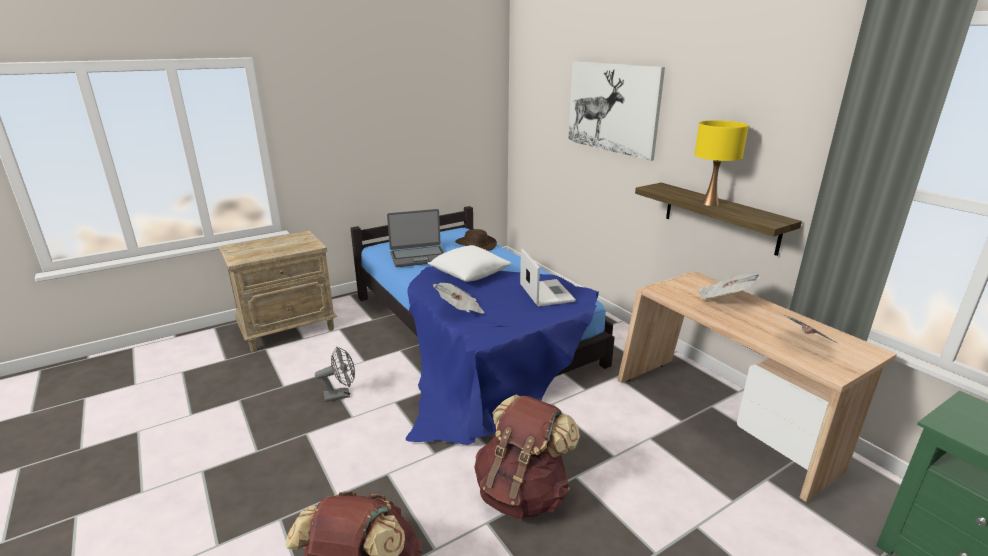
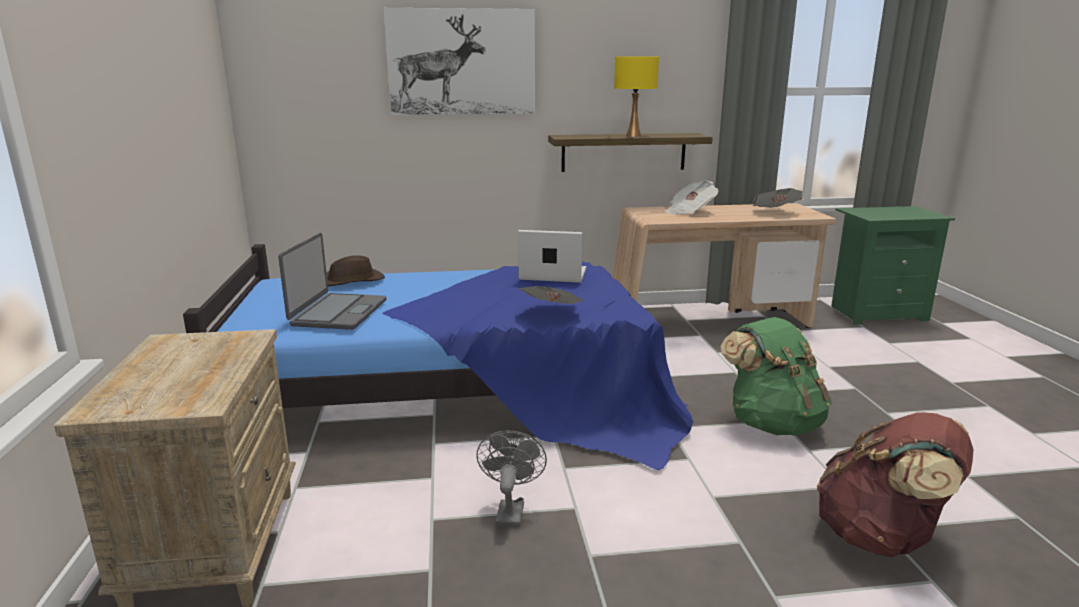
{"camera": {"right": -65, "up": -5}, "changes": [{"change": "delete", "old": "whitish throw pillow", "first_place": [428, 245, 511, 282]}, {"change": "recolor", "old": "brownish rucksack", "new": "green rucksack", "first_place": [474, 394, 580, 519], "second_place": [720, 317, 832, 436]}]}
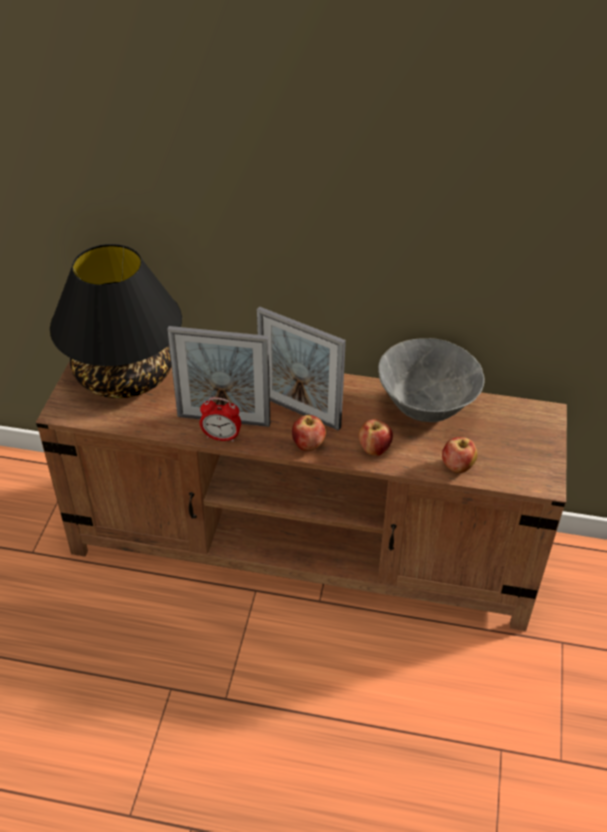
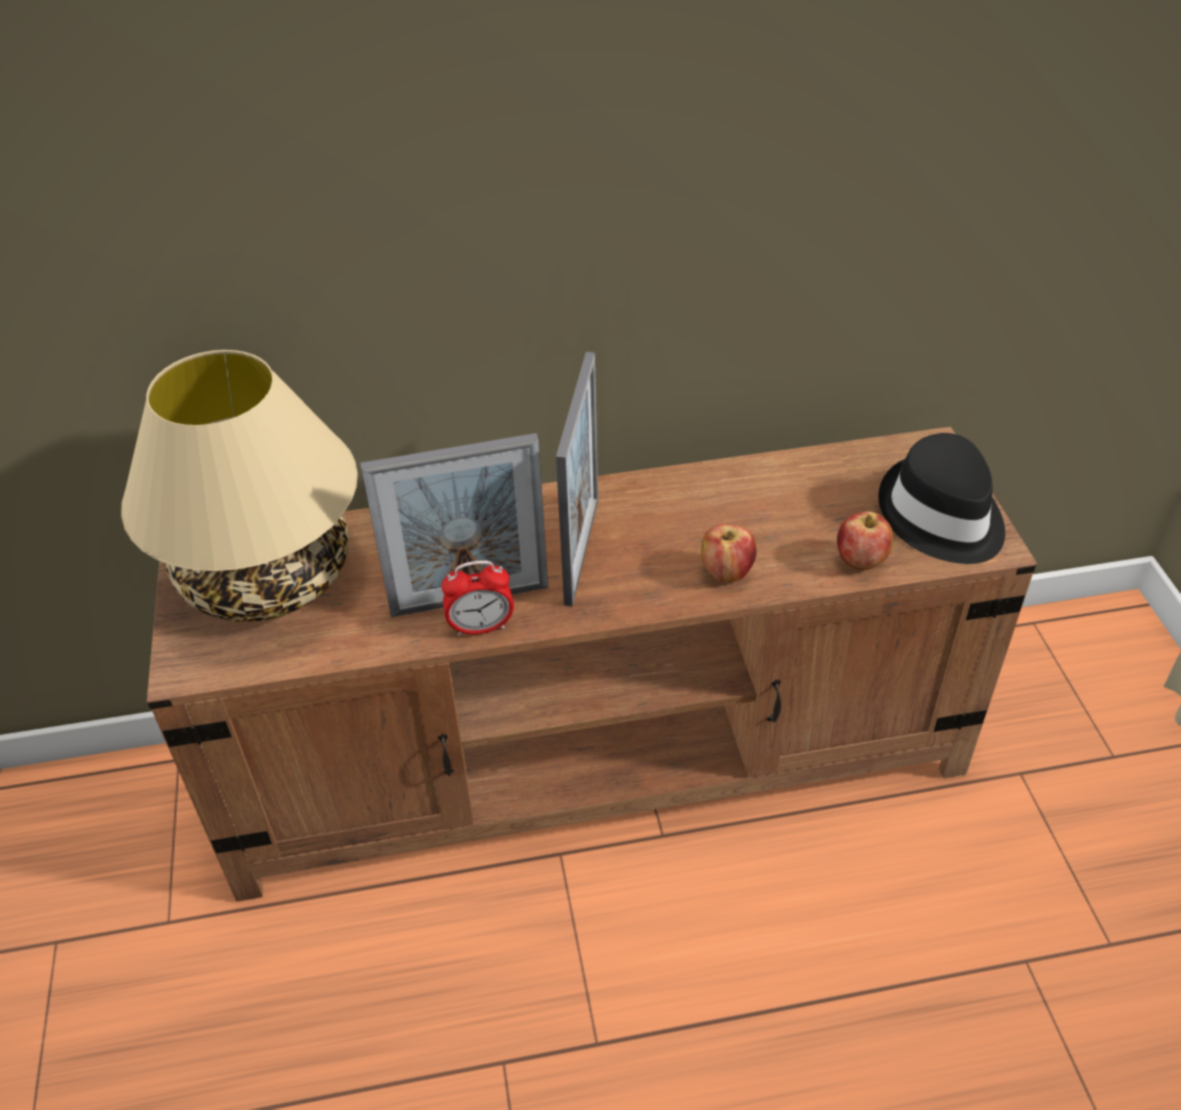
{"camera": {"right": -20, "up": 0}, "changes": [{"change": "recolor", "old": "black lamp for a table", "new": "sand-coloured lamp for a table", "first_place": [50, 244, 182, 398], "second_place": [121, 350, 358, 622]}, {"change": "rotate", "old": "photo frame", "first_place": [257, 307, 346, 431], "second_place": [556, 352, 598, 607], "degrees": -90}, {"change": "delete", "old": "greyish serving bowl", "first_place": [378, 338, 484, 422]}, {"change": "delete", "old": "whole apple", "first_place": [292, 415, 326, 451]}, {"change": "insert", "new": "black hat", "second_place": [878, 433, 1005, 564]}]}
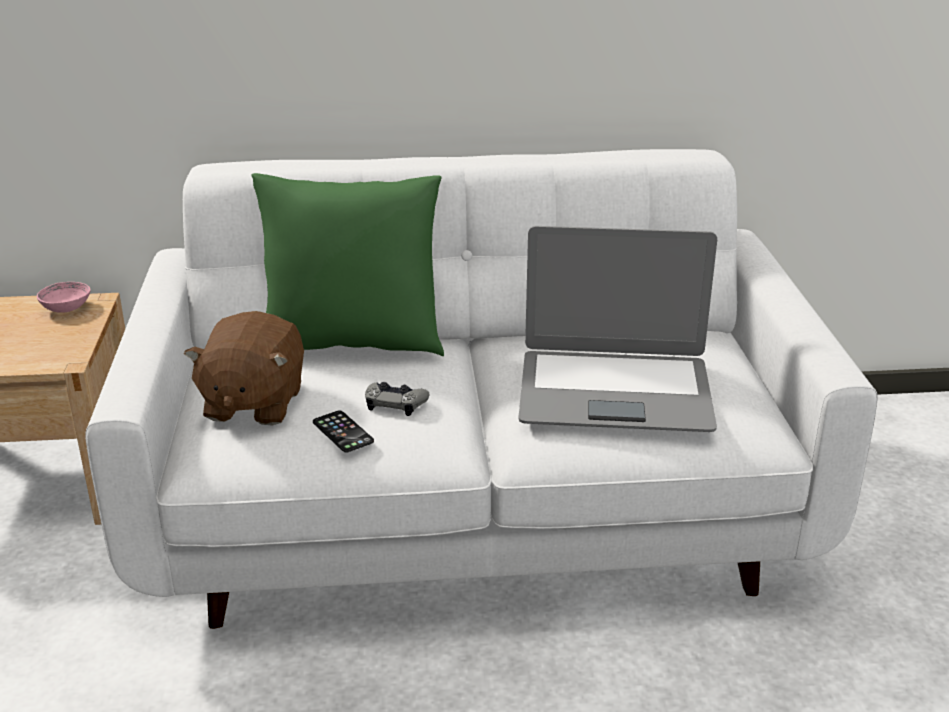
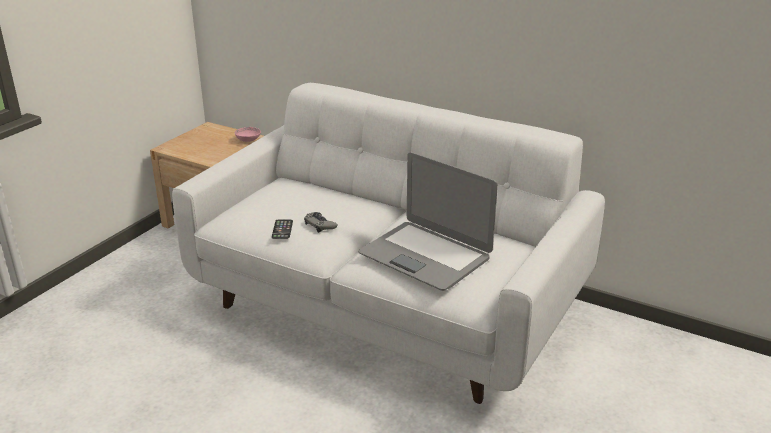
{"camera": {"right": 35, "up": 0}, "changes": [{"change": "delete", "old": "green throw pillow", "first_place": [251, 173, 444, 356]}, {"change": "delete", "old": "brownish plush toy", "first_place": [184, 311, 304, 425]}]}
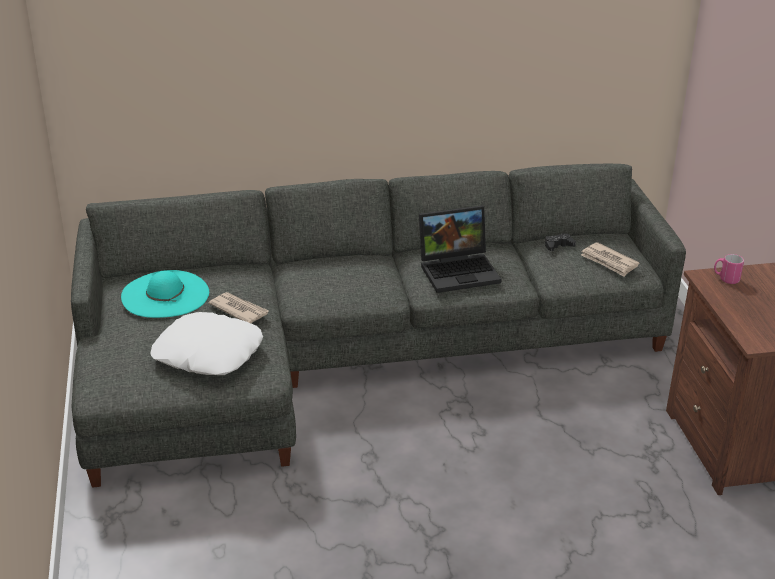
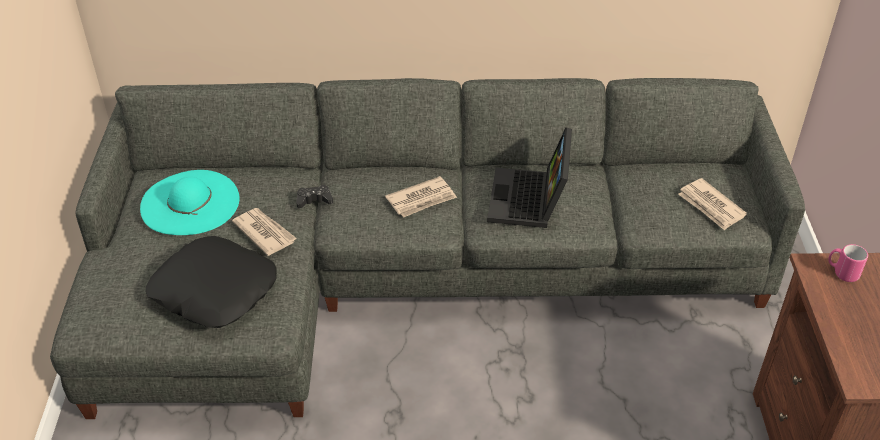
{"camera": {"right": 10, "up": 10}, "changes": [{"change": "rotate", "old": "notebook computer", "first_place": [419, 205, 502, 293], "second_place": [487, 127, 572, 228], "degrees": 105}, {"change": "move", "old": "black joypad", "first_place": [545, 233, 576, 251], "second_place": [296, 185, 333, 208]}, {"change": "recolor", "old": "whitish throw pillow", "new": "black throw pillow", "first_place": [150, 312, 263, 375], "second_place": [146, 236, 276, 328]}, {"change": "insert", "new": "daily paper", "second_place": [385, 176, 457, 217]}]}
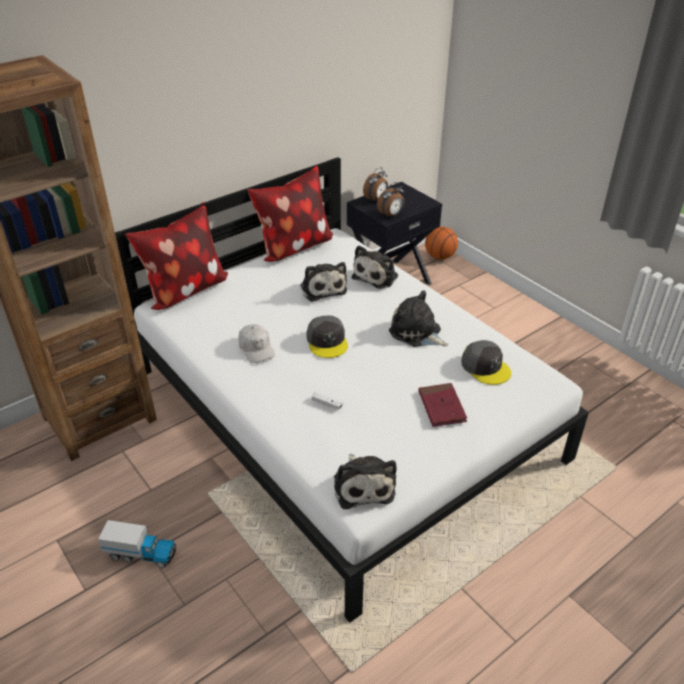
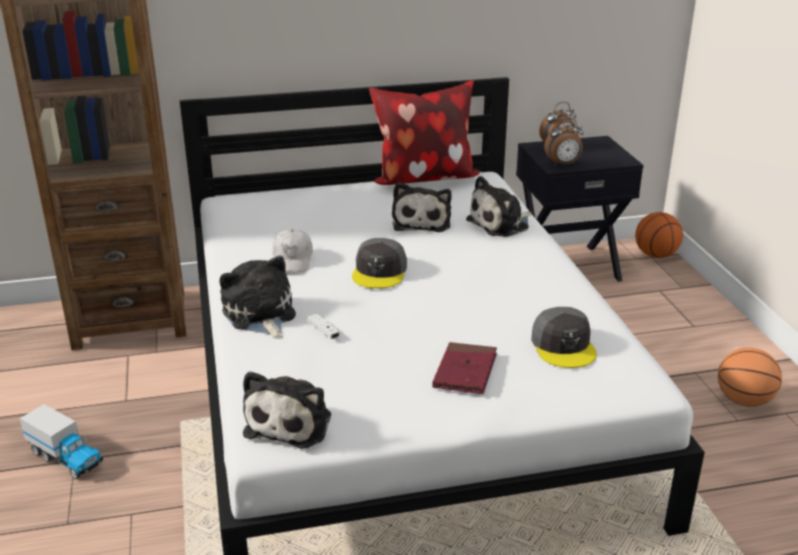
{"camera": {"right": 25, "up": -10}, "changes": [{"change": "delete", "old": "throw pillow", "first_place": [125, 202, 228, 310]}, {"change": "move", "old": "plush toy", "first_place": [389, 290, 448, 347], "second_place": [219, 255, 296, 339]}, {"change": "insert", "new": "basketball", "second_place": [718, 348, 782, 407]}]}
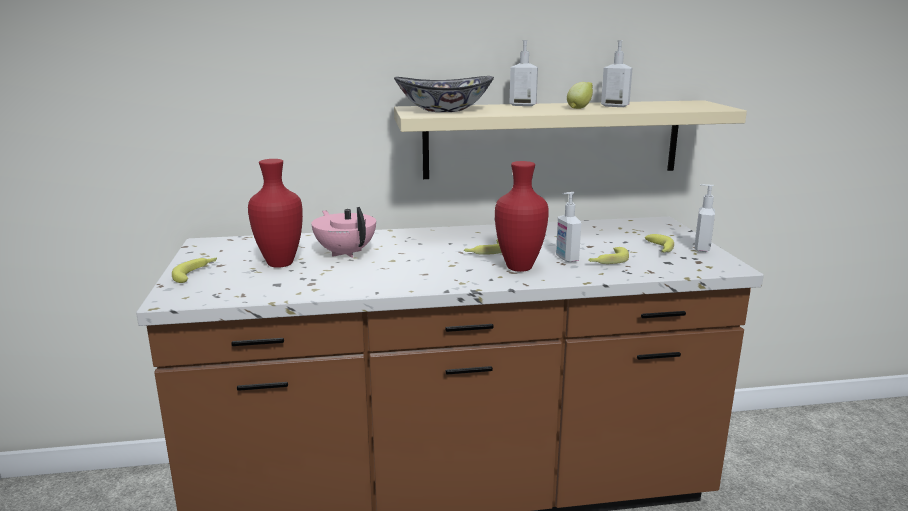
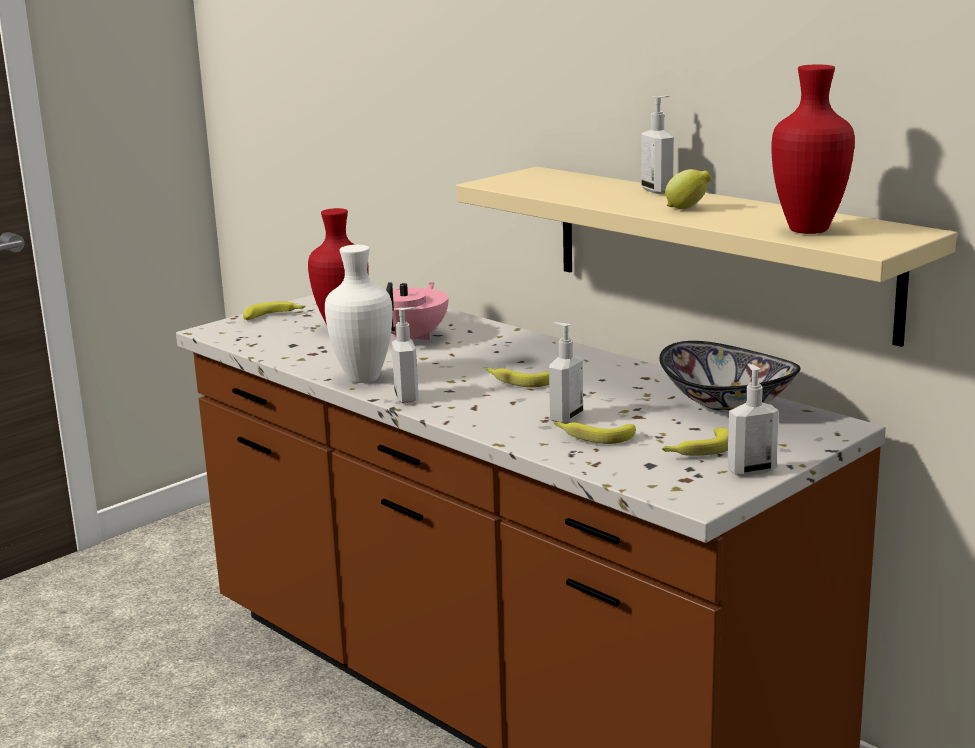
{"camera": {"right": 55, "up": 0}, "changes": [{"change": "move", "old": "soap bottle", "first_place": [601, 40, 633, 107], "second_place": [392, 307, 419, 403]}, {"change": "move", "old": "serving bowl", "first_place": [394, 76, 494, 112], "second_place": [659, 341, 801, 412]}, {"change": "move", "old": "red-coloured decorative vase", "first_place": [495, 161, 549, 272], "second_place": [771, 64, 855, 234]}, {"change": "insert", "new": "whitish decorative vase", "second_place": [325, 245, 392, 383]}]}
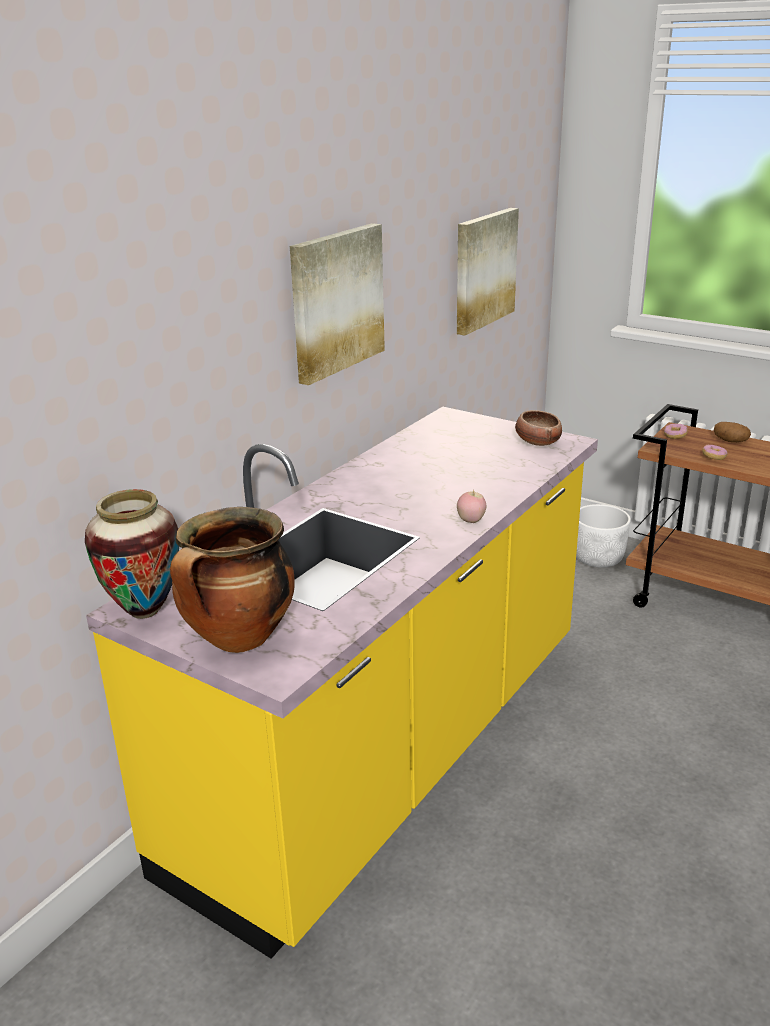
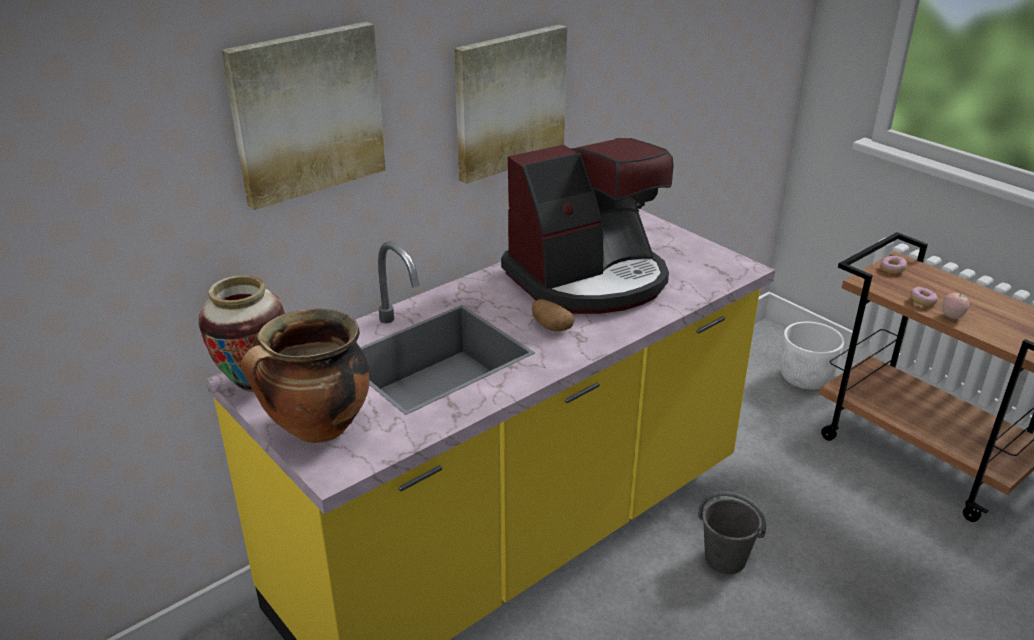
{"camera": {"right": 15, "up": 5}, "changes": [{"change": "move", "old": "picture", "first_place": [457, 208, 519, 335], "second_place": [221, 22, 386, 210]}, {"change": "delete", "old": "serving bowl", "first_place": [515, 410, 562, 446]}, {"change": "move", "old": "potato", "first_place": [714, 422, 751, 442], "second_place": [532, 299, 575, 331]}, {"change": "move", "old": "whole apple", "first_place": [457, 491, 486, 523], "second_place": [942, 293, 969, 319]}, {"change": "insert", "new": "coffee machine", "second_place": [501, 138, 674, 314]}, {"change": "insert", "new": "greyish pail", "second_place": [698, 491, 766, 574]}]}
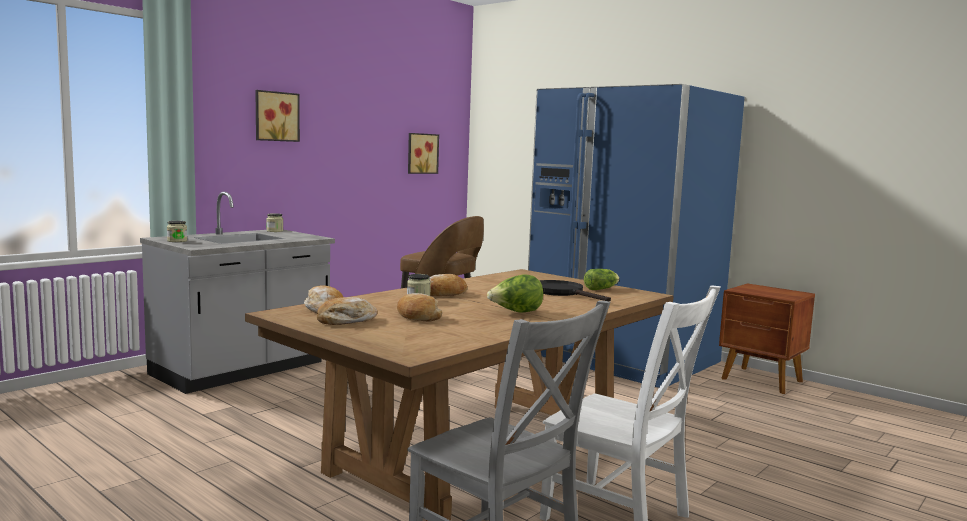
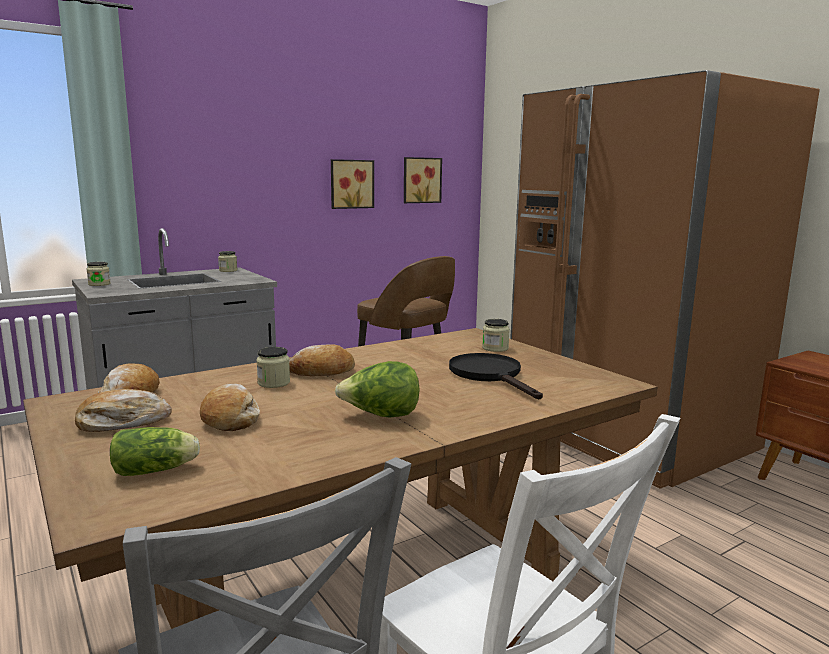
{"camera": {"right": 15, "up": 5}, "changes": [{"change": "recolor", "old": "bluish refrigerator", "new": "brownish refrigerator", "first_place": [528, 84, 745, 388], "second_place": [510, 70, 820, 489]}, {"change": "move", "old": "picture", "first_place": [255, 90, 300, 142], "second_place": [331, 159, 374, 209]}, {"change": "move", "old": "head of lettuce", "first_place": [584, 269, 619, 290], "second_place": [110, 427, 200, 476]}, {"change": "insert", "new": "storage jar", "second_place": [482, 319, 510, 352]}]}
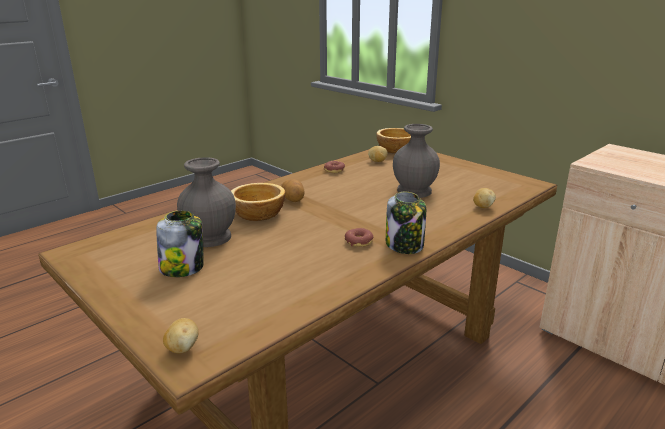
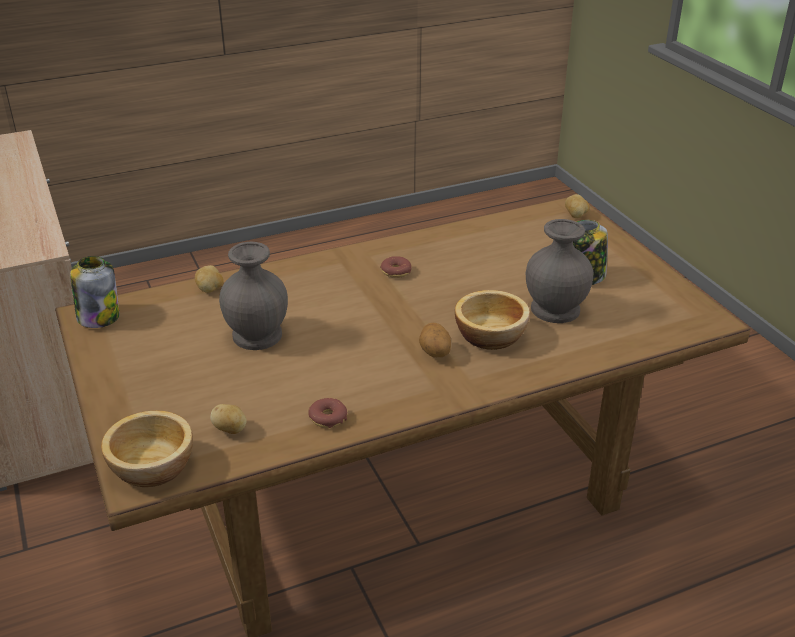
{"camera": {"right": -160, "up": 10}, "changes": [{"change": "move", "old": "storage jar", "first_place": [386, 192, 426, 254], "second_place": [70, 256, 119, 328]}]}
